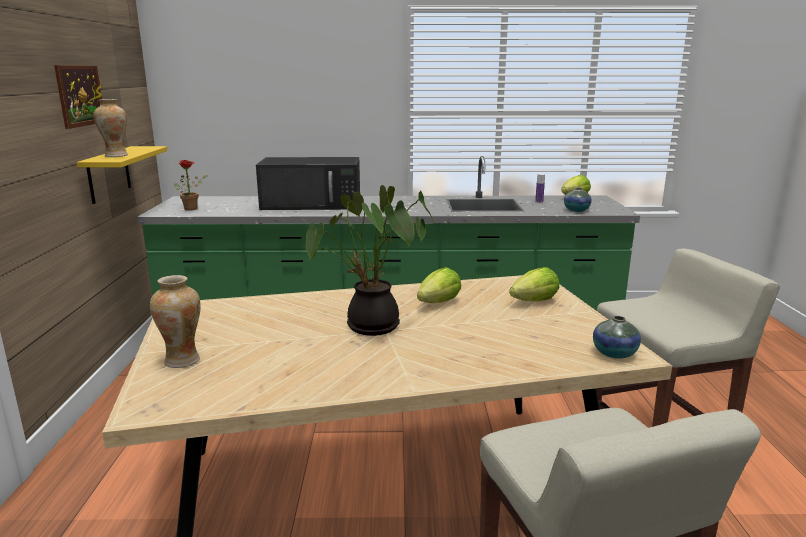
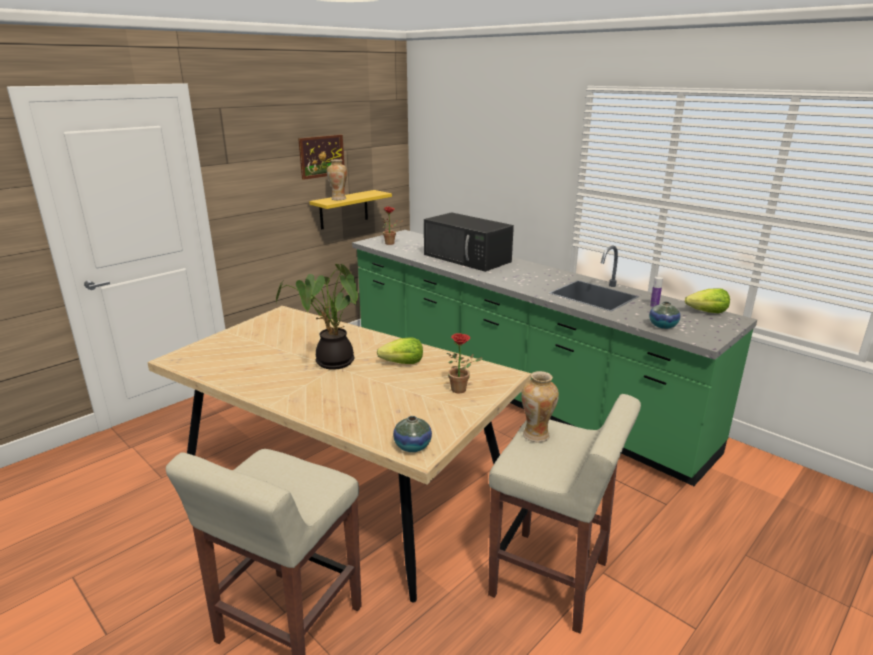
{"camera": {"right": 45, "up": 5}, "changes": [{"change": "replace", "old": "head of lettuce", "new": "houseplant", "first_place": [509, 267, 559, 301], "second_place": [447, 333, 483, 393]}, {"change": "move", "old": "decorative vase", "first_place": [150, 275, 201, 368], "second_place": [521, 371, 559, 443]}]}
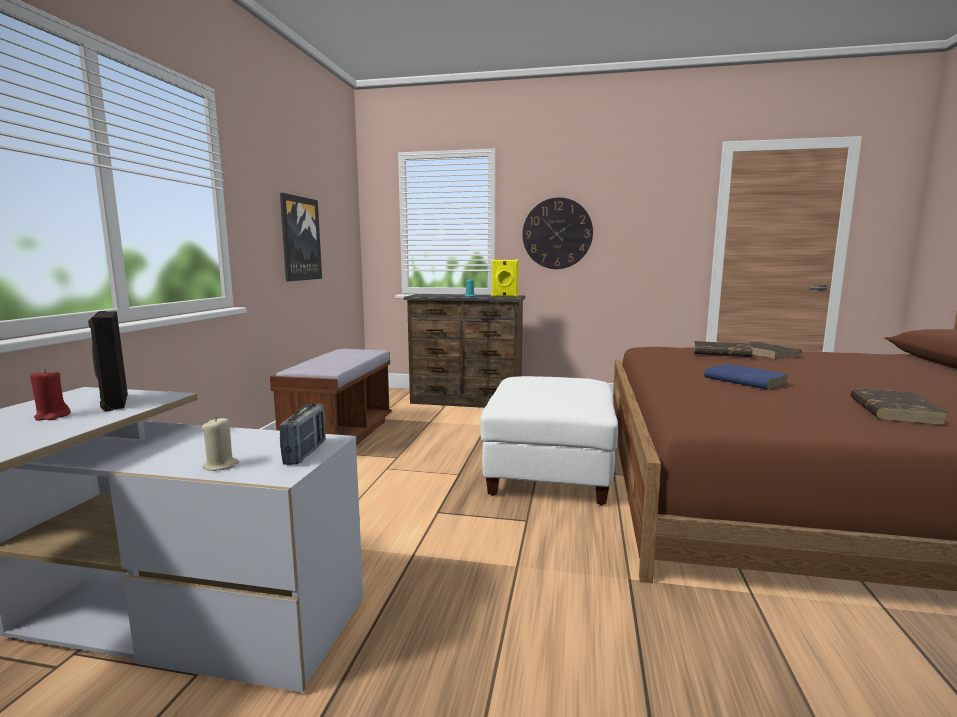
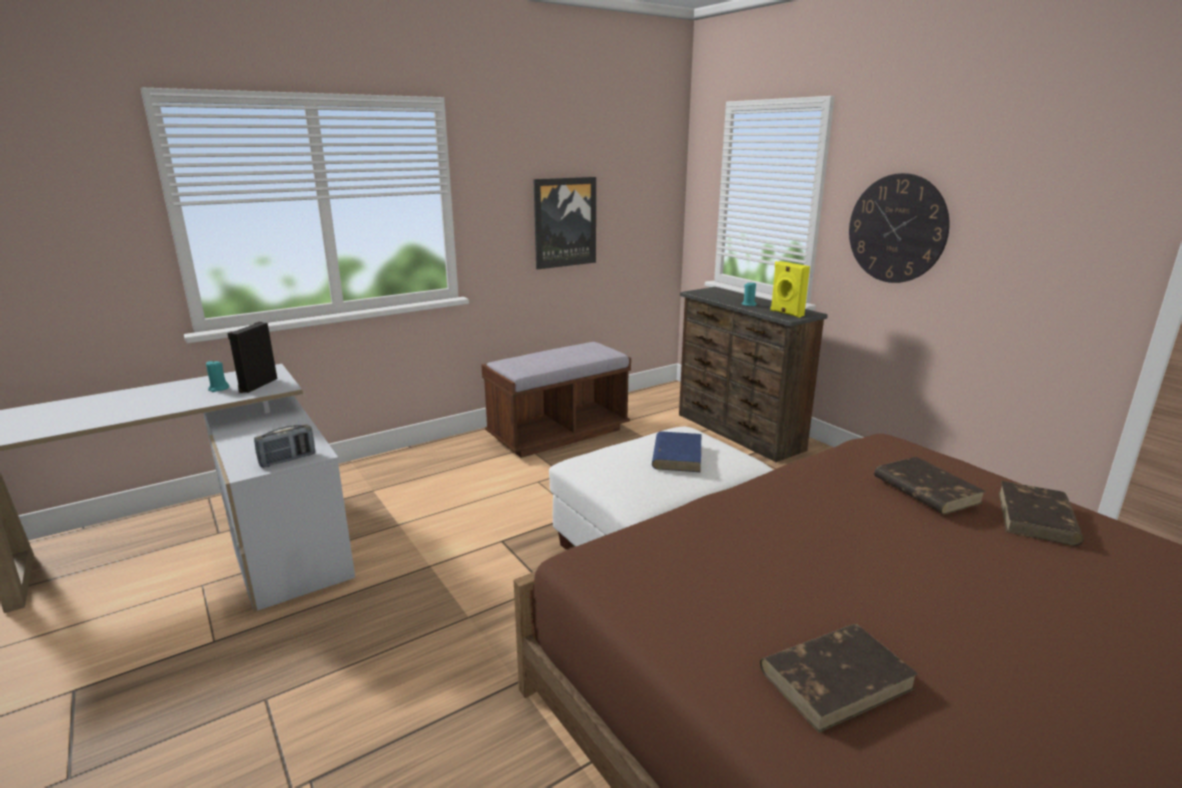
{"camera": {"right": 45, "up": 10}, "changes": [{"change": "move", "old": "bluish bound book", "first_place": [704, 364, 789, 390], "second_place": [652, 431, 701, 472]}, {"change": "recolor", "old": "red-coloured wax light", "new": "turquoise wax light", "first_place": [30, 369, 71, 421], "second_place": [206, 361, 229, 392]}, {"change": "delete", "old": "sand-coloured wax light", "first_place": [202, 417, 239, 471]}]}
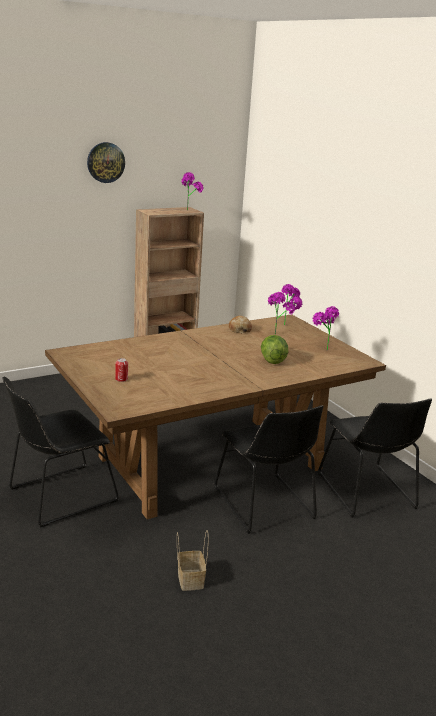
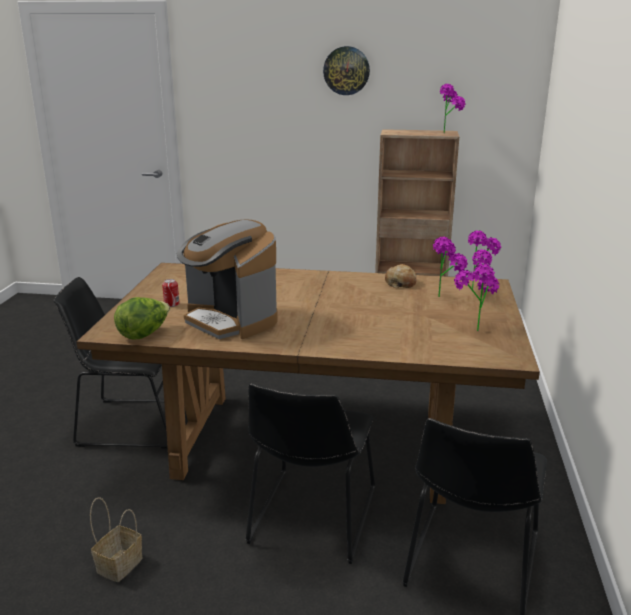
{"camera": {"right": 40, "up": 0}, "changes": [{"change": "move", "old": "head of lettuce", "first_place": [261, 335, 288, 364], "second_place": [114, 297, 170, 340]}, {"change": "insert", "new": "coffee machine", "second_place": [177, 219, 278, 339]}]}
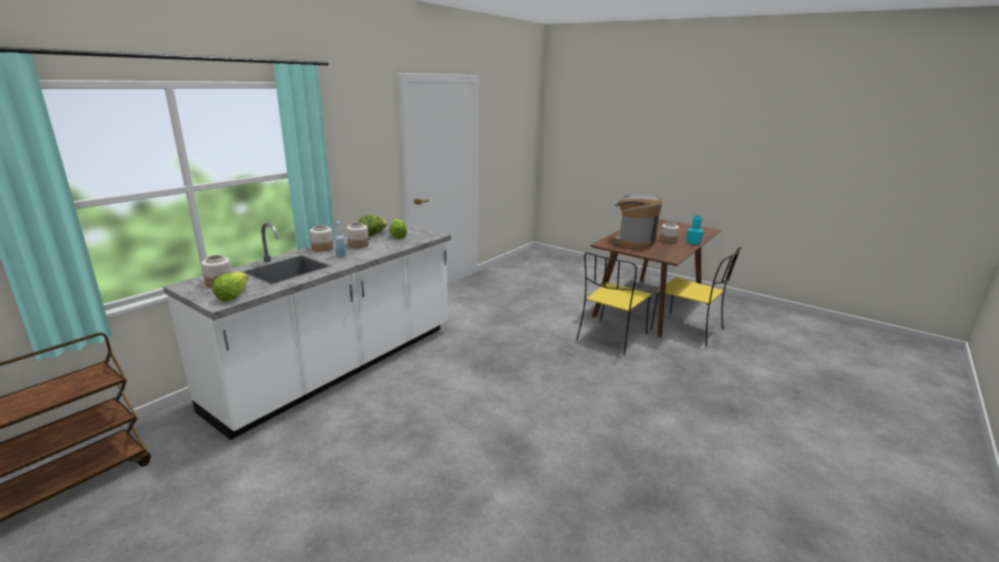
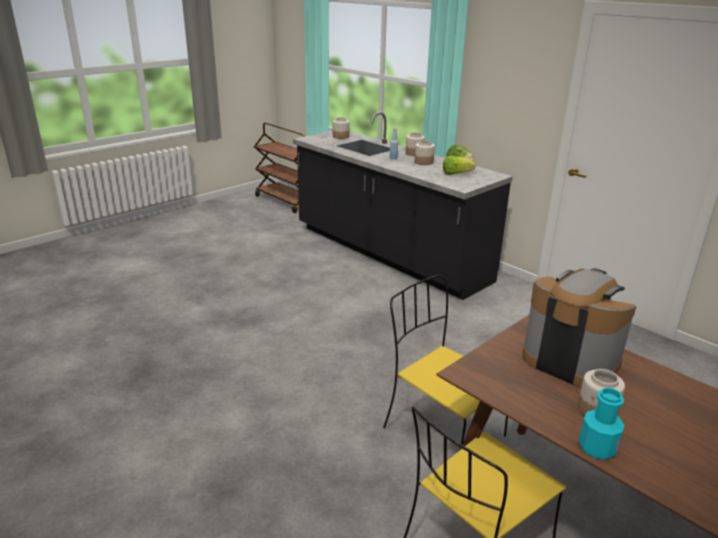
{"camera": {"right": 100, "up": 5}, "changes": [{"change": "recolor", "old": "whitish kitchen base unit", "new": "black kitchen base unit", "first_place": [163, 223, 451, 440], "second_place": [293, 112, 513, 300]}, {"change": "delete", "old": "head of lettuce", "first_place": [212, 272, 248, 302]}]}
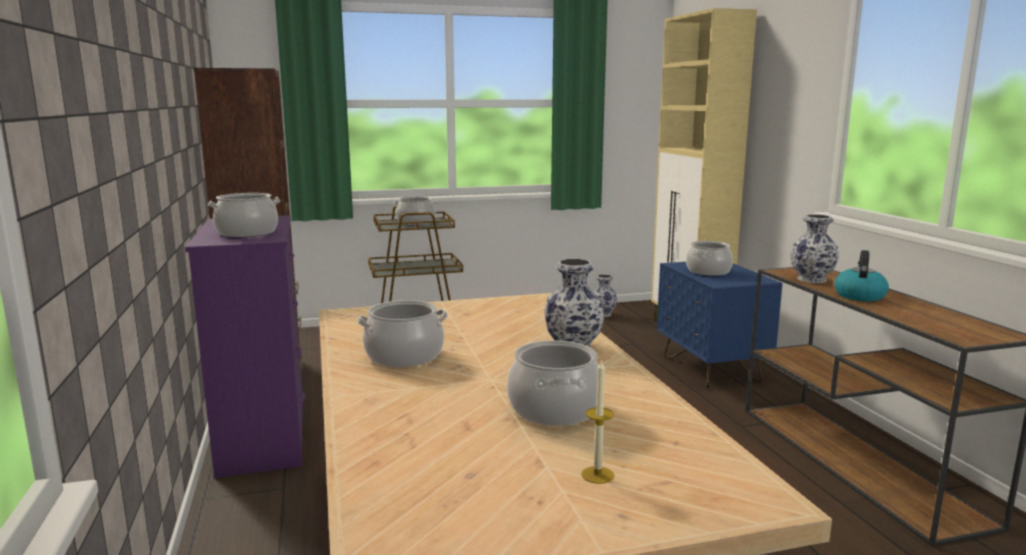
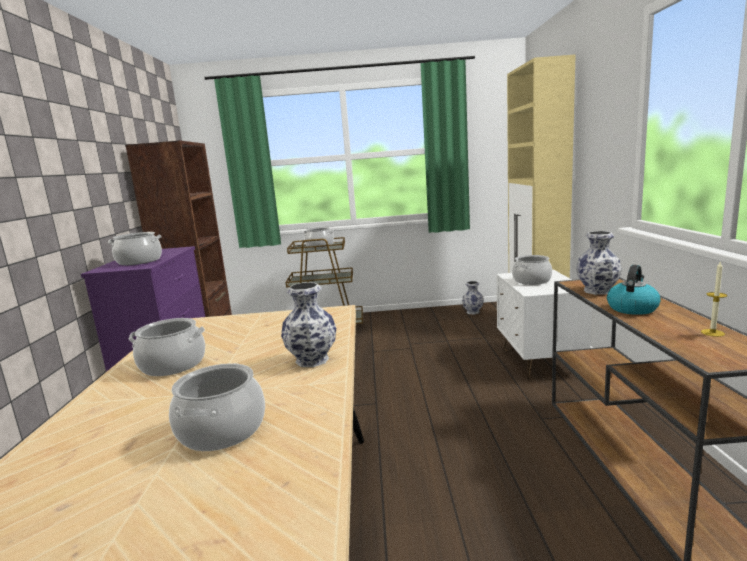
{"camera": {"right": 15, "up": 0}, "changes": [{"change": "recolor", "old": "bluish night table", "new": "whitish night table", "first_place": [657, 262, 783, 388], "second_place": [496, 269, 592, 380]}, {"change": "move", "old": "wax light", "first_place": [581, 359, 614, 484], "second_place": [701, 261, 727, 337]}]}
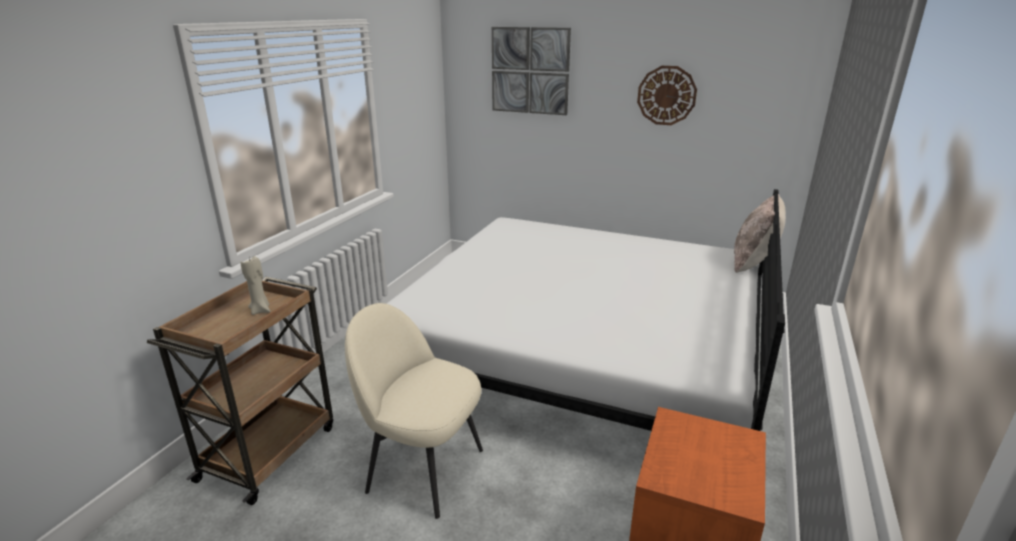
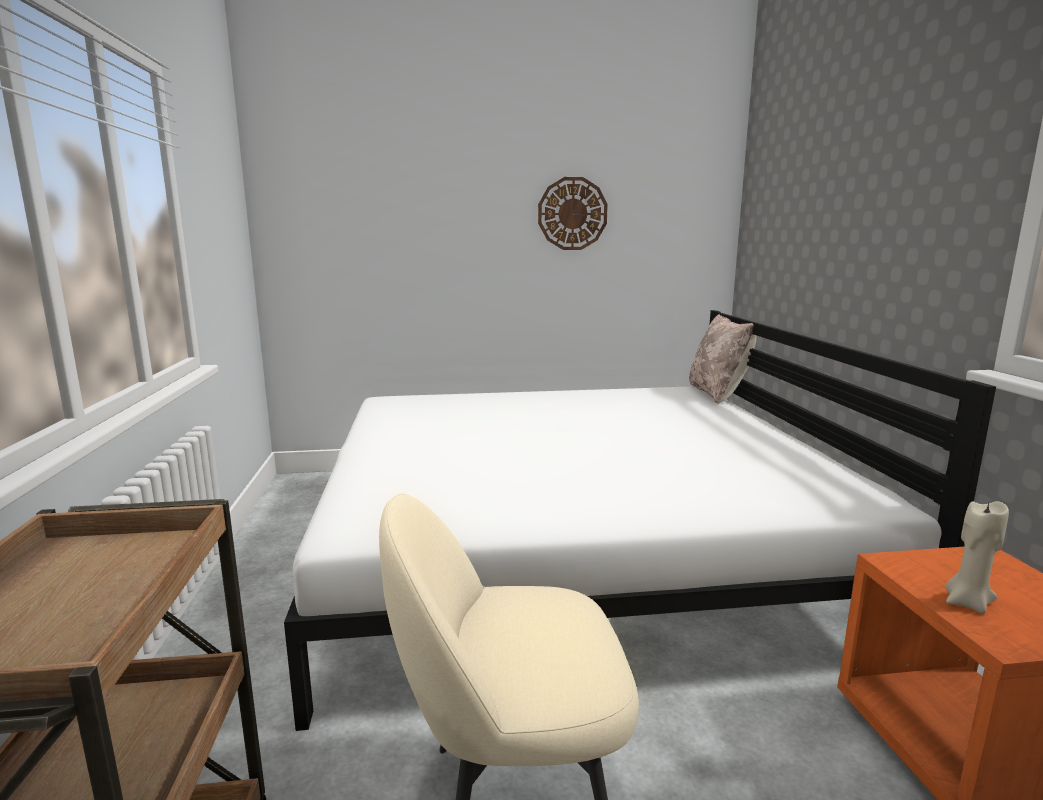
{"camera": {"right": -30, "up": -10}, "changes": [{"change": "delete", "old": "picture", "first_place": [492, 27, 571, 115]}, {"change": "move", "old": "sand-coloured wax light", "first_place": [240, 256, 271, 315], "second_place": [946, 501, 1009, 613]}]}
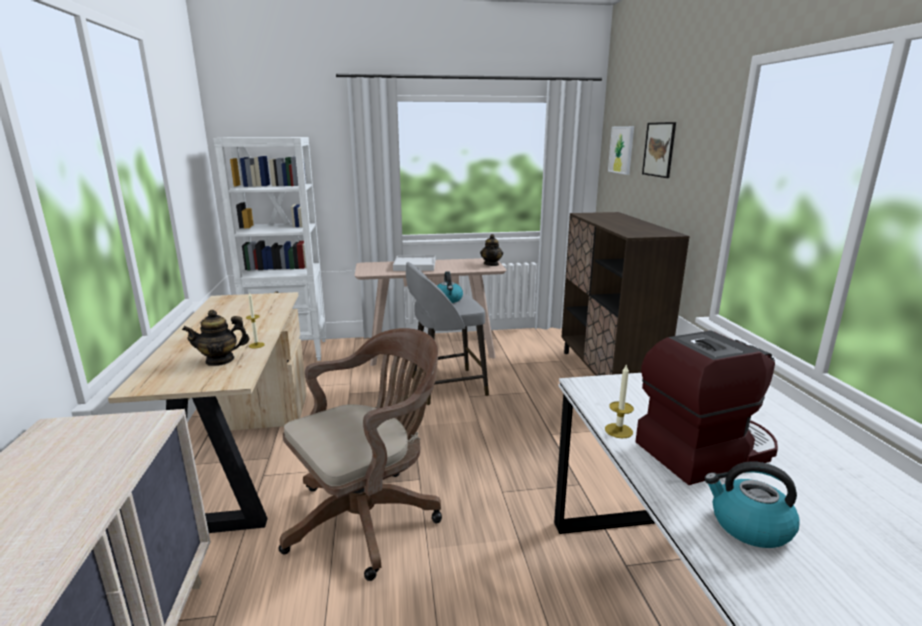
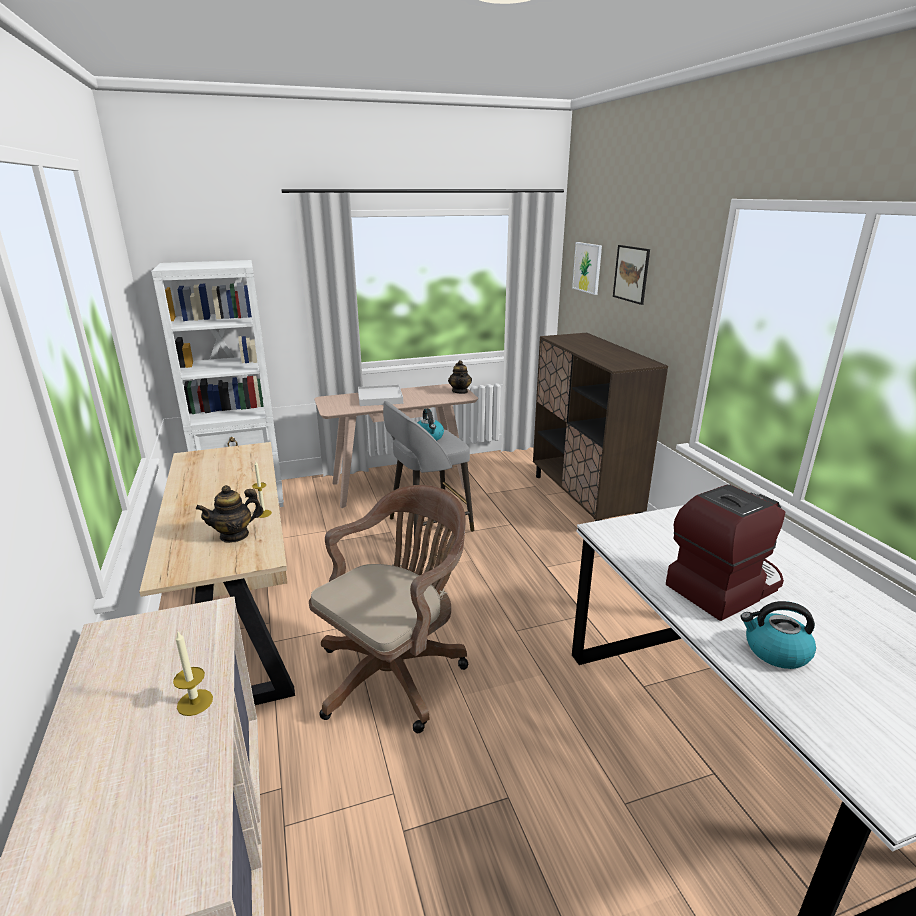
{"camera": {"right": -10, "up": 5}, "changes": [{"change": "move", "old": "wax light", "first_place": [605, 364, 634, 438], "second_place": [173, 632, 213, 716]}]}
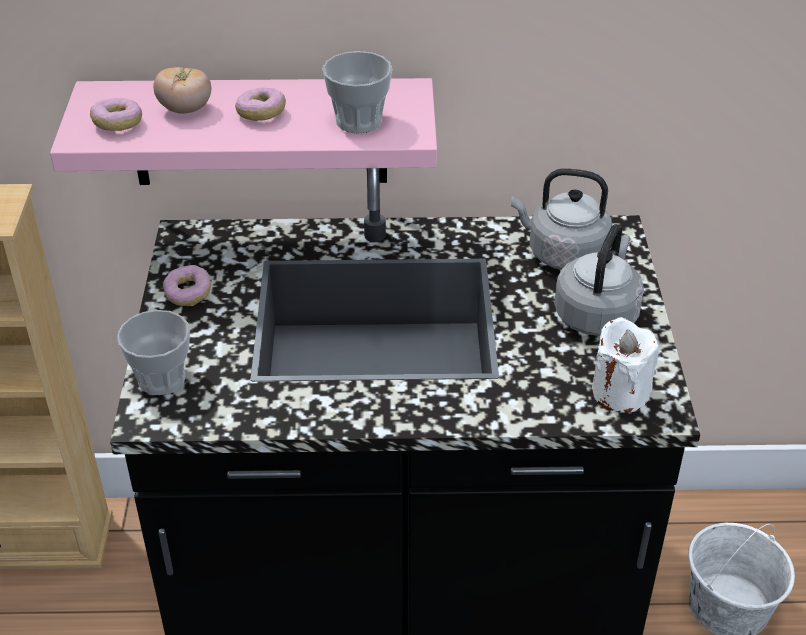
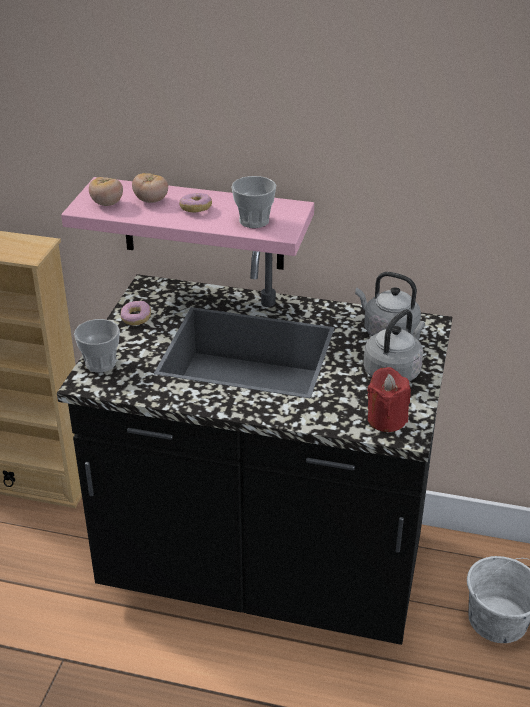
{"camera": {"right": 15, "up": -5}, "changes": [{"change": "replace", "old": "ring doughnut", "new": "whole tomato", "first_place": [90, 98, 142, 131], "second_place": [89, 177, 123, 206]}, {"change": "recolor", "old": "whitish wax light", "new": "red-coloured wax light", "first_place": [592, 317, 659, 413], "second_place": [367, 367, 411, 432]}]}
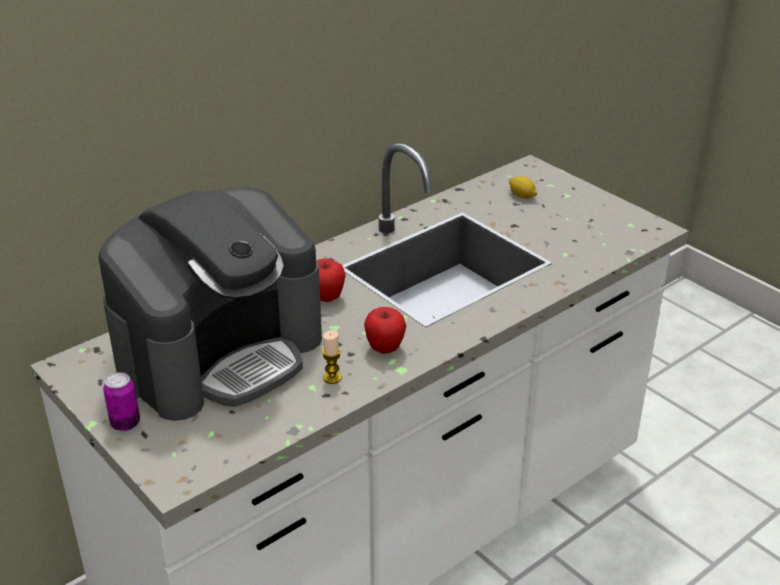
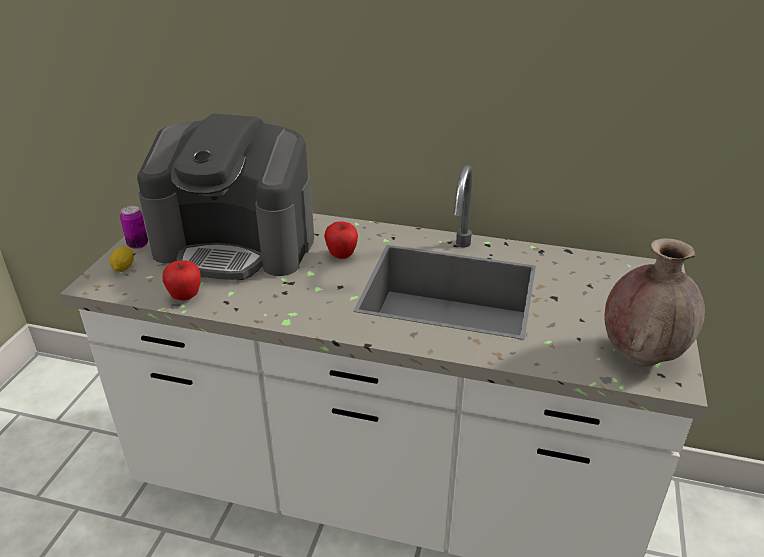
{"camera": {"right": 55, "up": 0}, "changes": [{"change": "move", "old": "whole lemon", "first_place": [509, 176, 537, 199], "second_place": [110, 247, 134, 272]}, {"change": "move", "old": "whole apple", "first_place": [364, 307, 406, 354], "second_place": [163, 260, 201, 301]}, {"change": "delete", "old": "wax light", "first_place": [322, 330, 342, 384]}, {"change": "insert", "new": "brownish decorative vase", "second_place": [605, 238, 705, 367]}]}
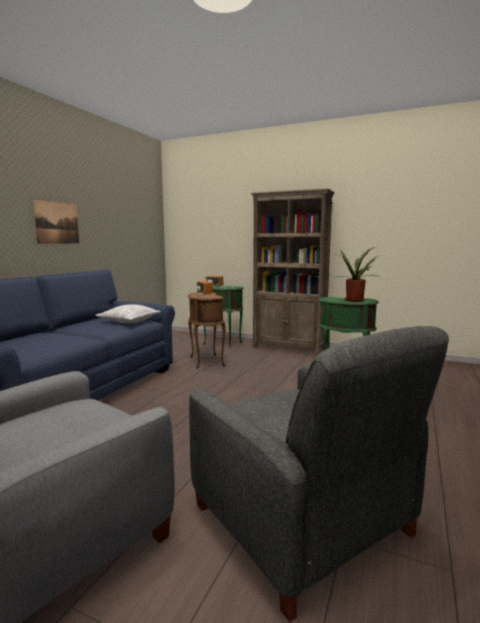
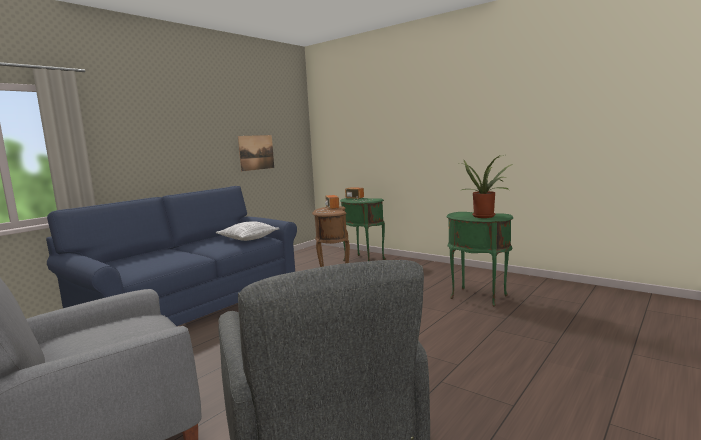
{"camera": {"right": 15, "up": 0}, "changes": [{"change": "delete", "old": "brownish bookshelf", "first_place": [251, 188, 335, 355]}, {"change": "move", "old": "picture", "first_place": [33, 200, 79, 244], "second_place": [238, 135, 274, 171]}]}
